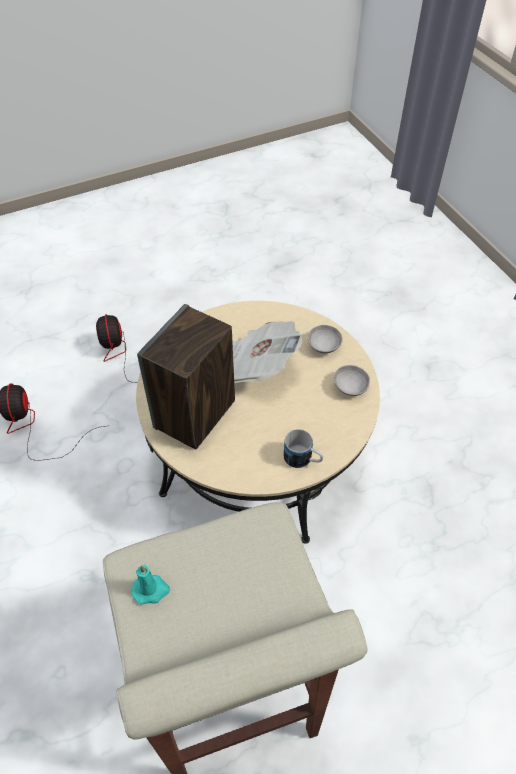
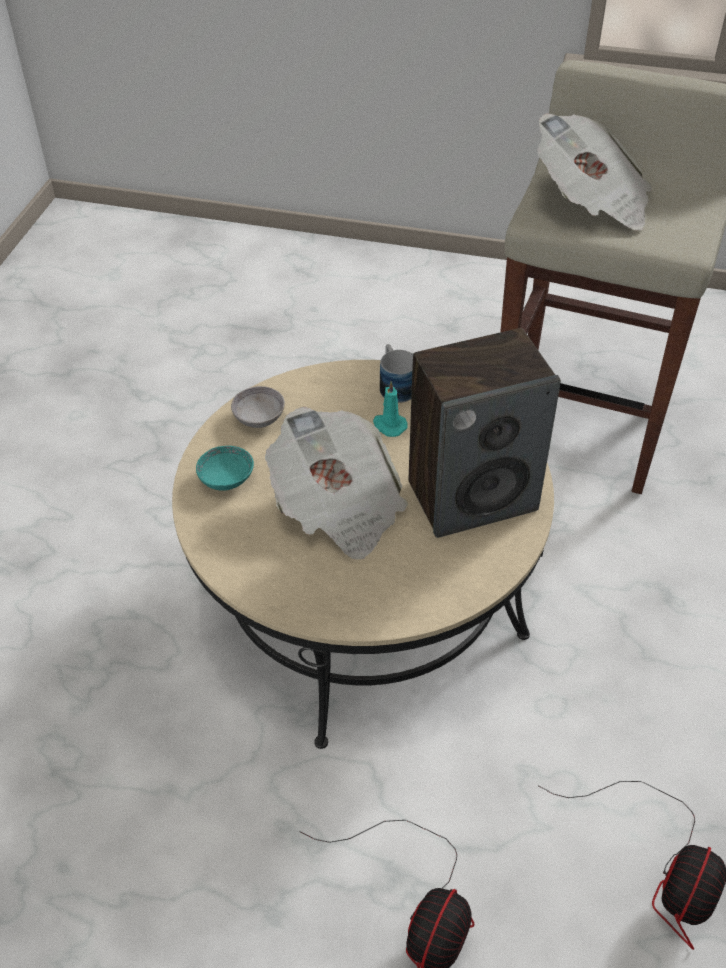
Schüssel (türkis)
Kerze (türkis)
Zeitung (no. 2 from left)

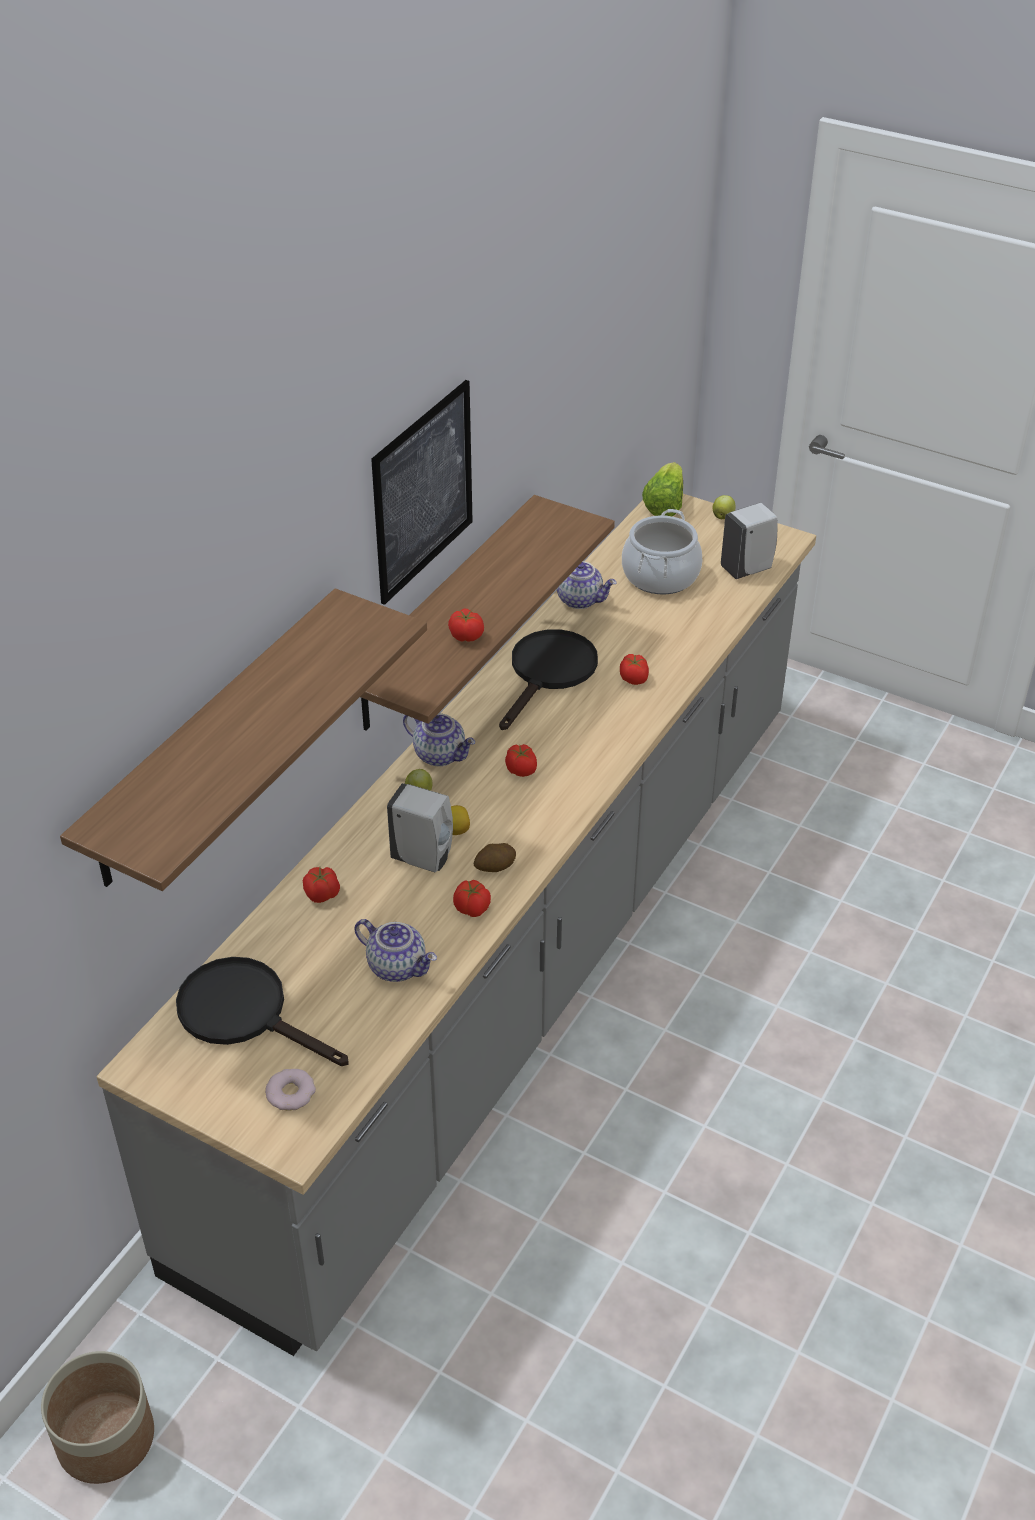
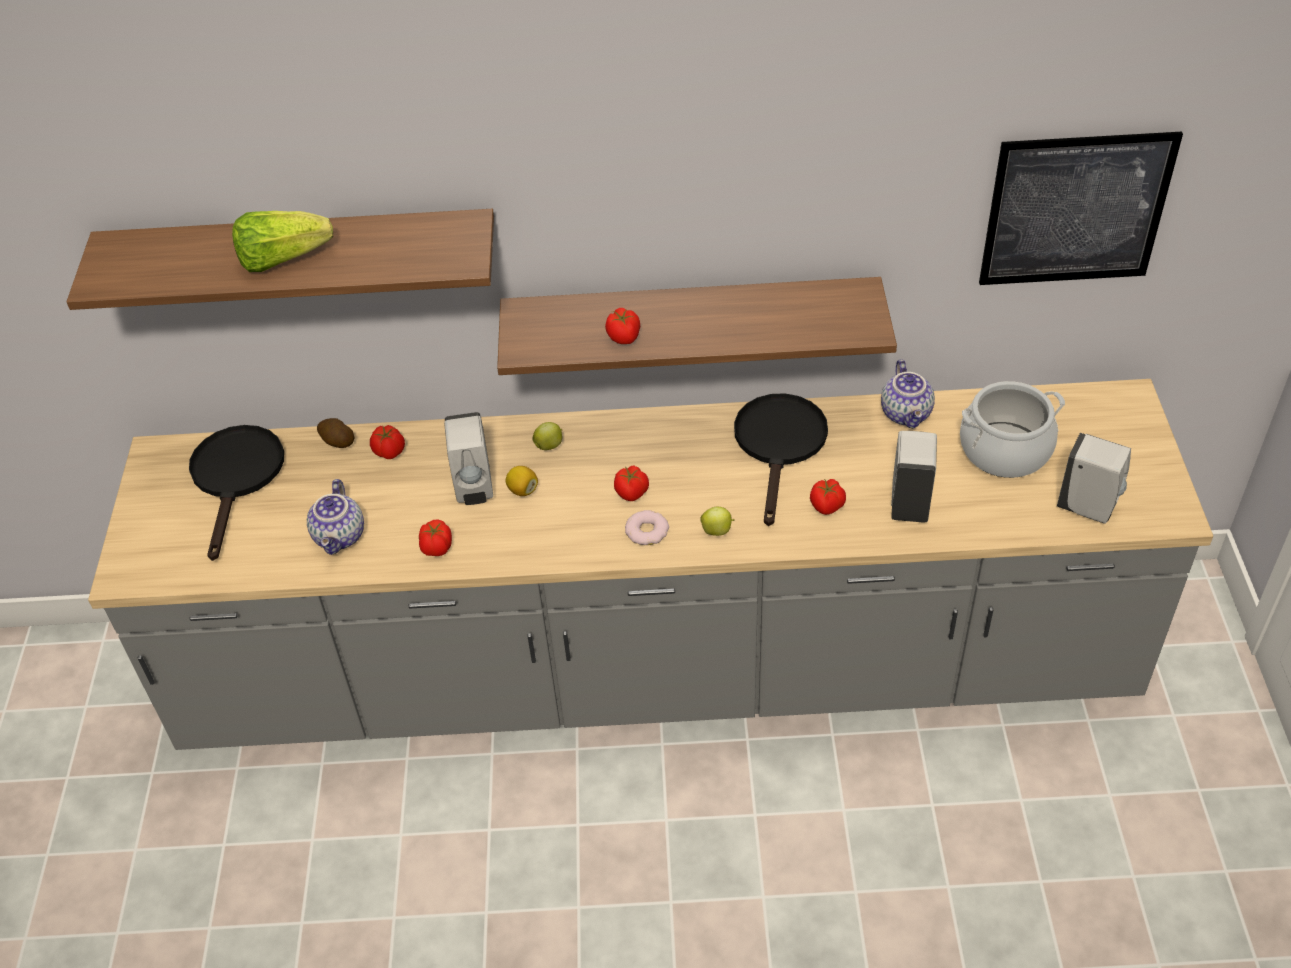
Bild
Salatkopf
Apfel (no. 2 from left)
Pfanne (schwarz) (no. 2 from left)
Teekanne (no. 2 from left in the first image)
Kartoffel
Donut
Pflanzkübel
Seifenspender (weiß) (no. 2 from left)

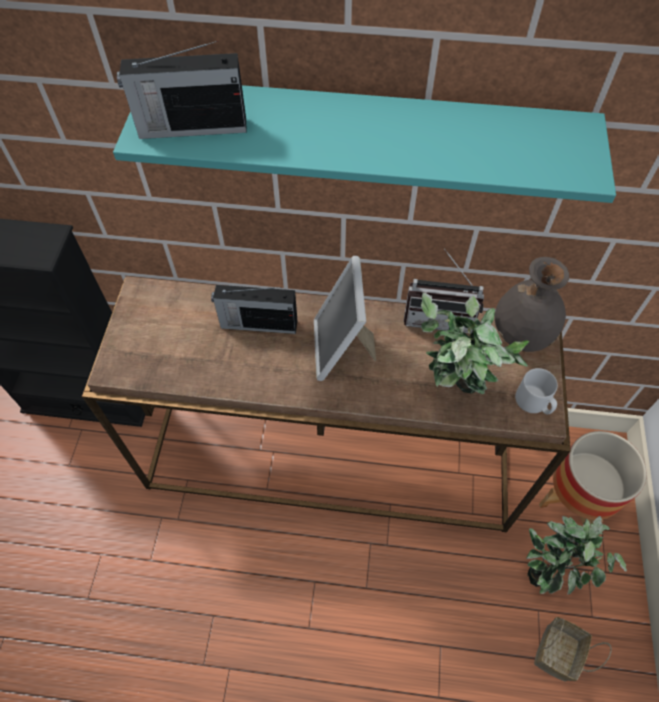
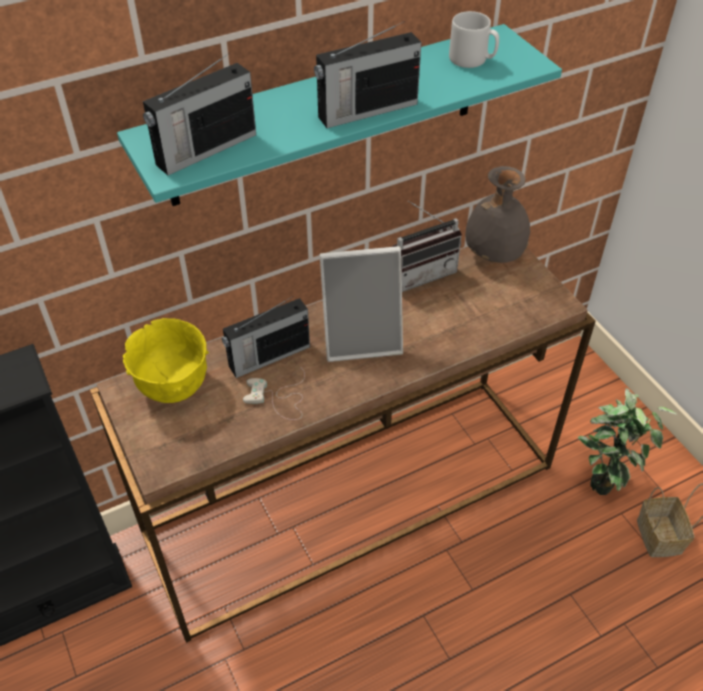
Bilderrahmen
Topfpflanze (no. 1 from left in the first image)
Henkelbecher (grau)
Pflanzkübel
Radio (no. 3 from left)
Schüssel (gelb)
Gamepad (weiß)

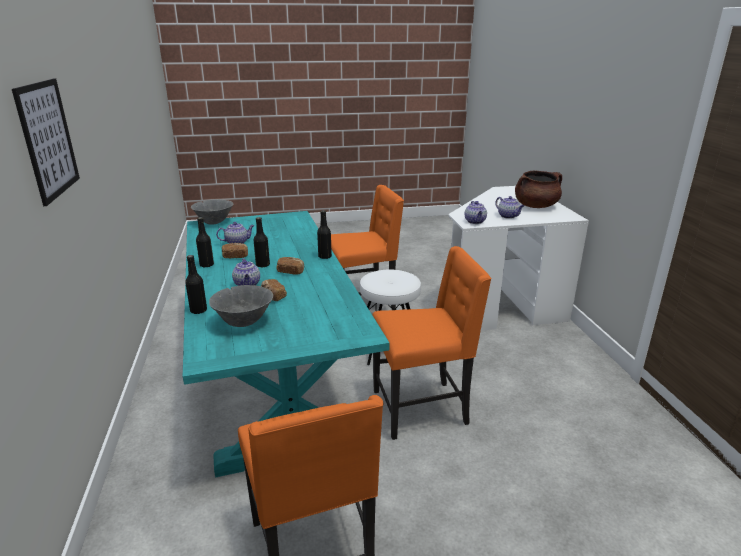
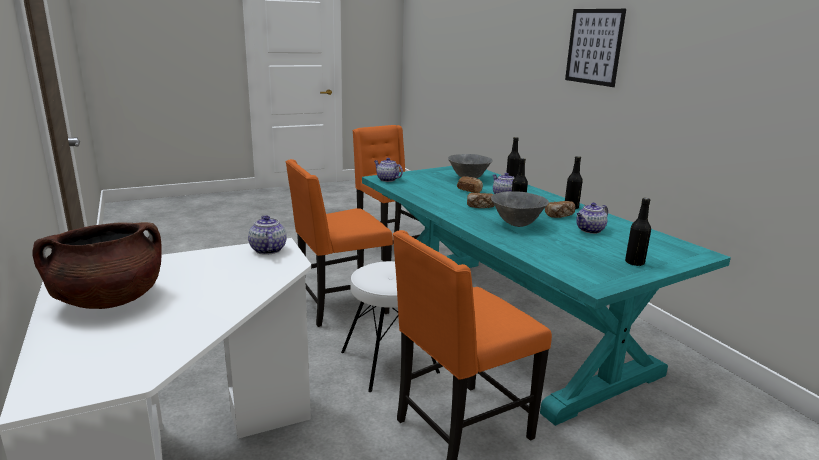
Teekanne (no. 2 from left)
Schüssel (grau) (no. 2 from left)
Flasche (schwarz) (no. 4 from left)

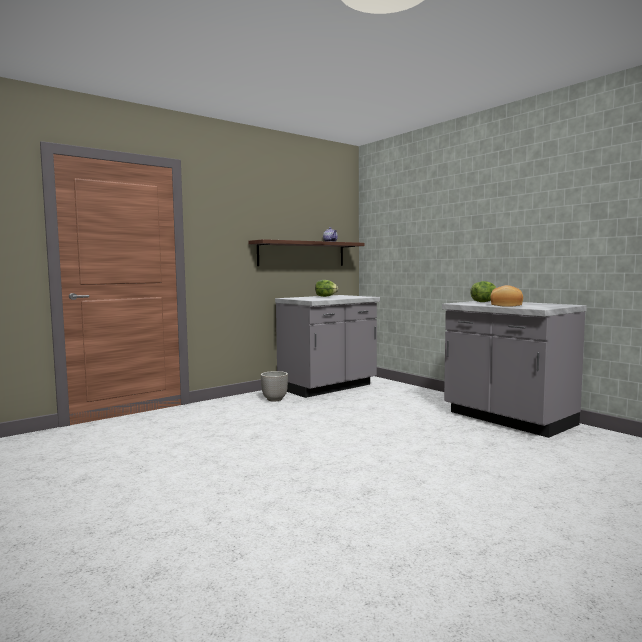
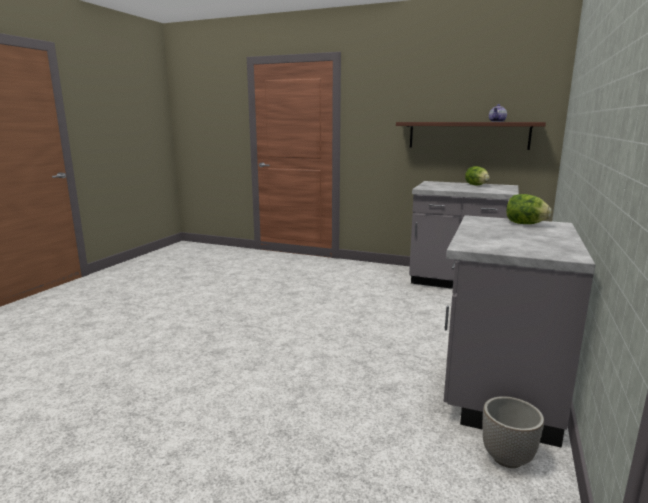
Brot
Pflanzkübel

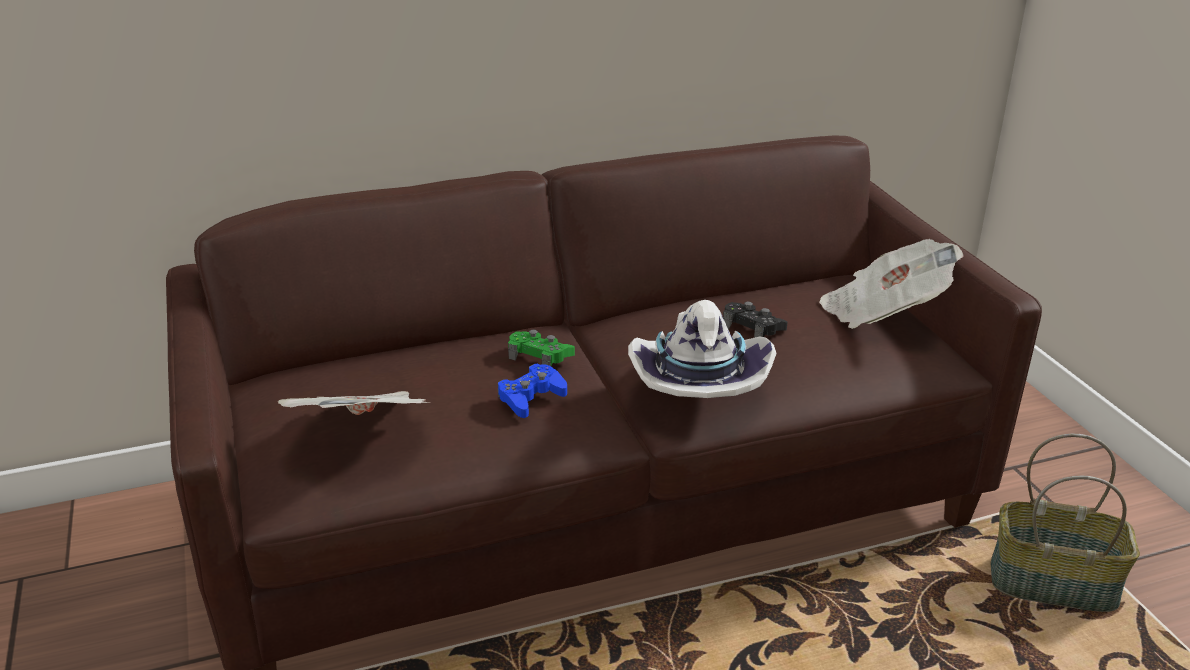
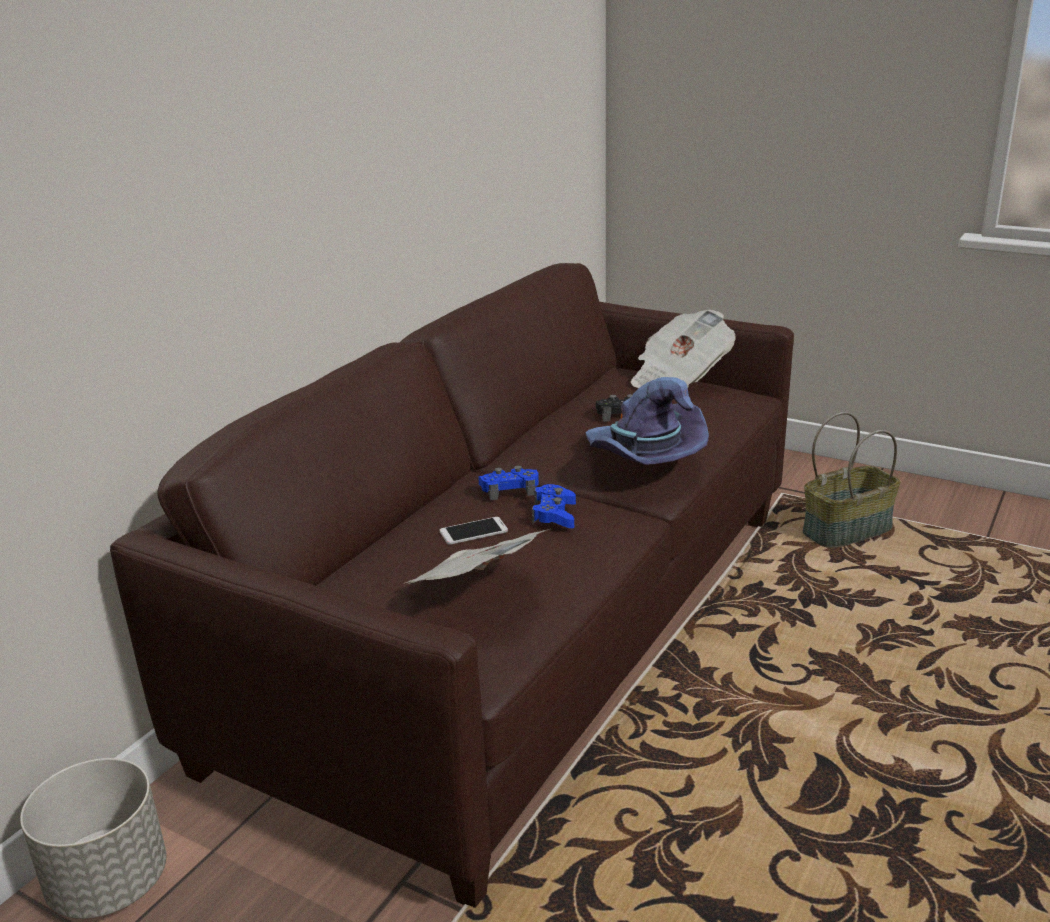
Hut (lila)
Gamepad (blau) (no. 1 from left)
Handy
Pflanzkübel (grau)

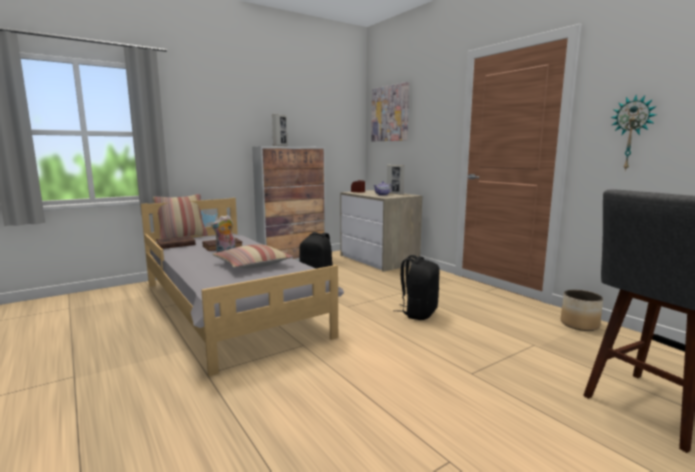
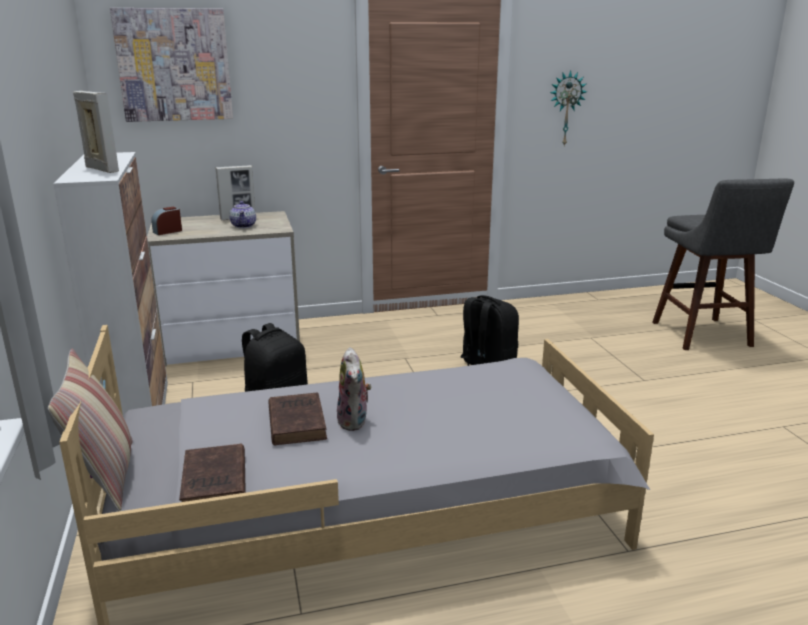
Kissen (no. 2 from left in the first image)
Pflanzkübel

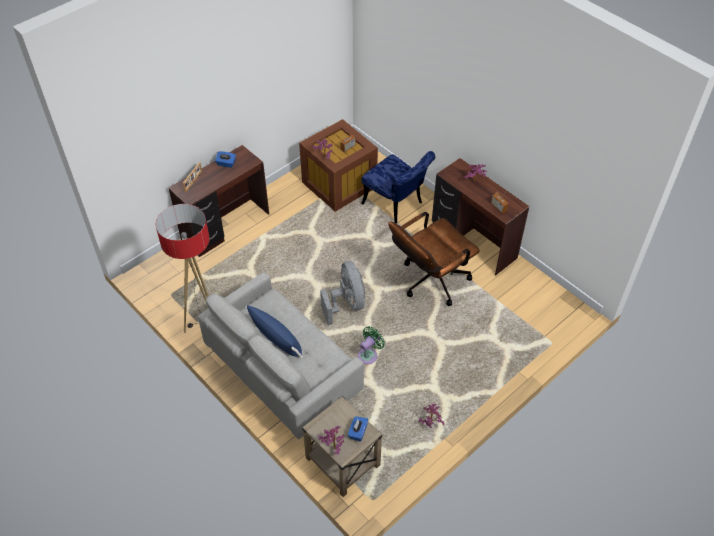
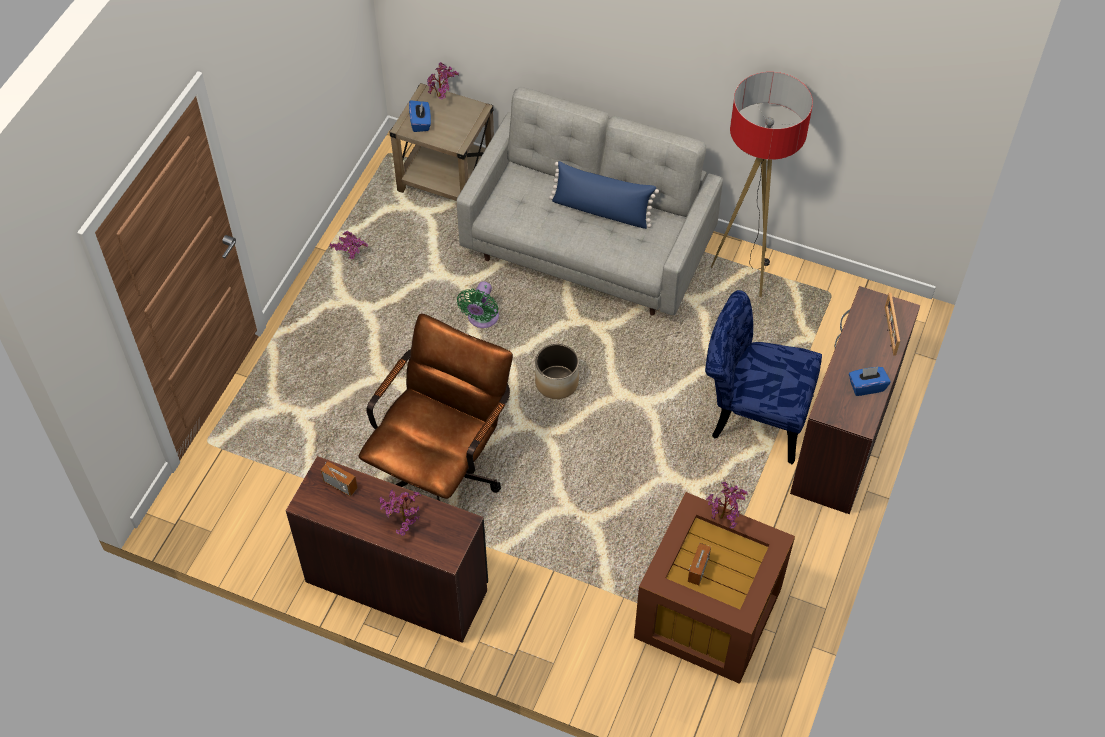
Stuhl (blau)
Pflanzkübel

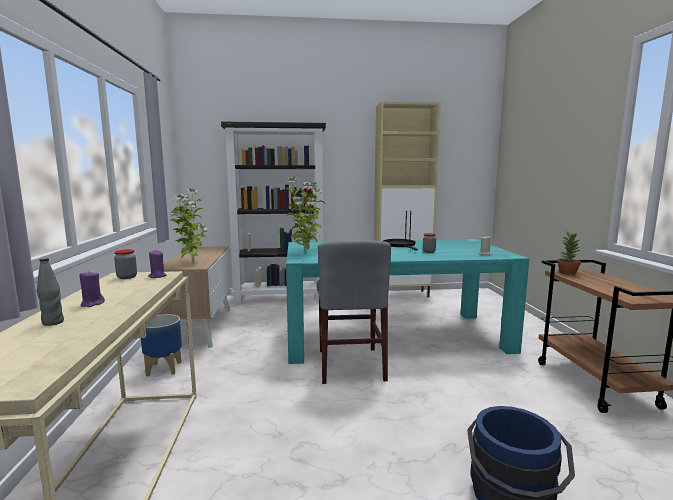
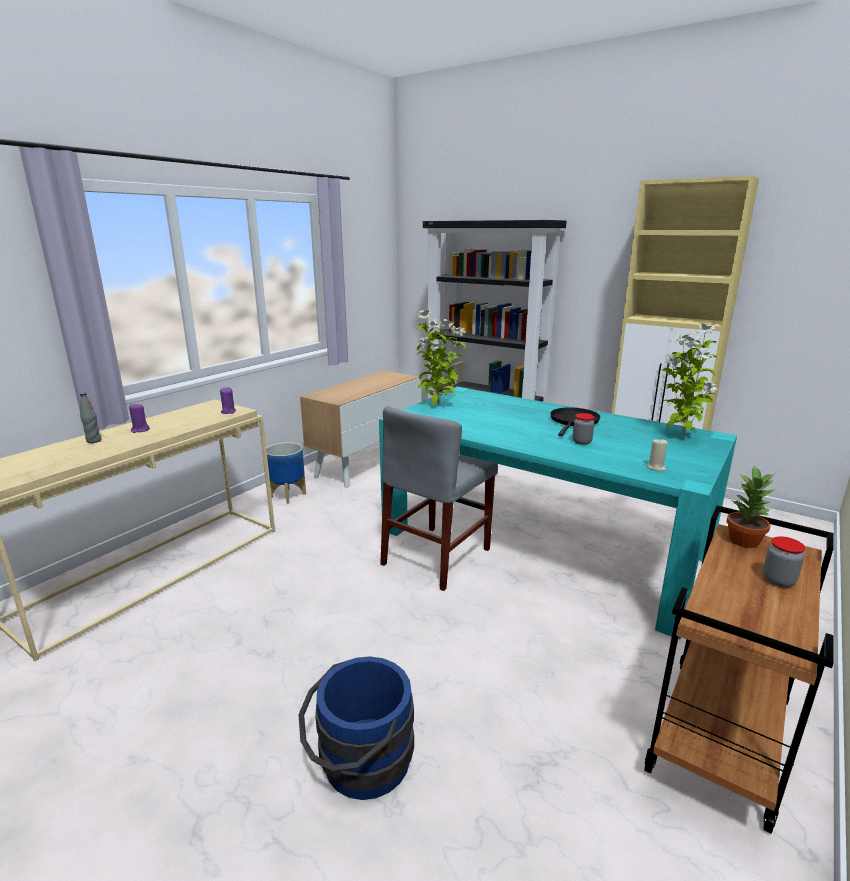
Topfpflanze (no. 2 from left)
Vorratsglas (no. 2 from left)

